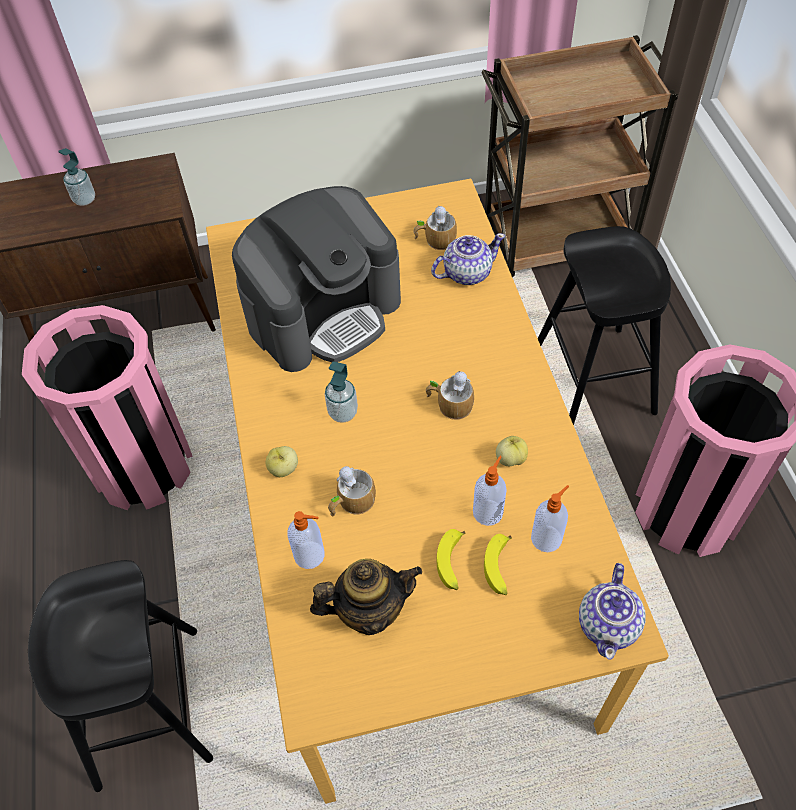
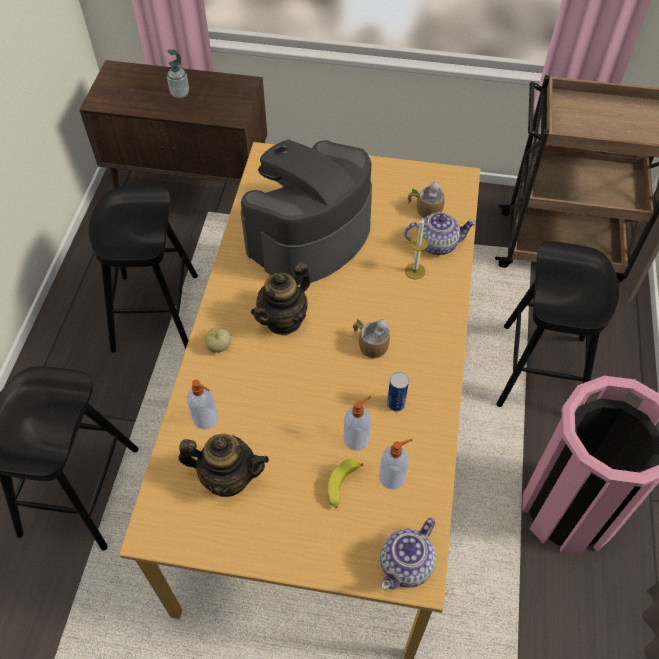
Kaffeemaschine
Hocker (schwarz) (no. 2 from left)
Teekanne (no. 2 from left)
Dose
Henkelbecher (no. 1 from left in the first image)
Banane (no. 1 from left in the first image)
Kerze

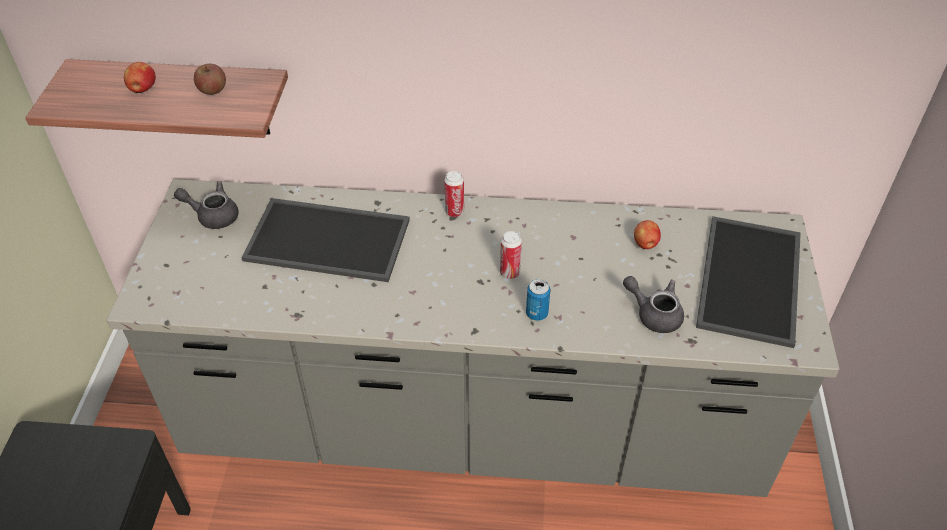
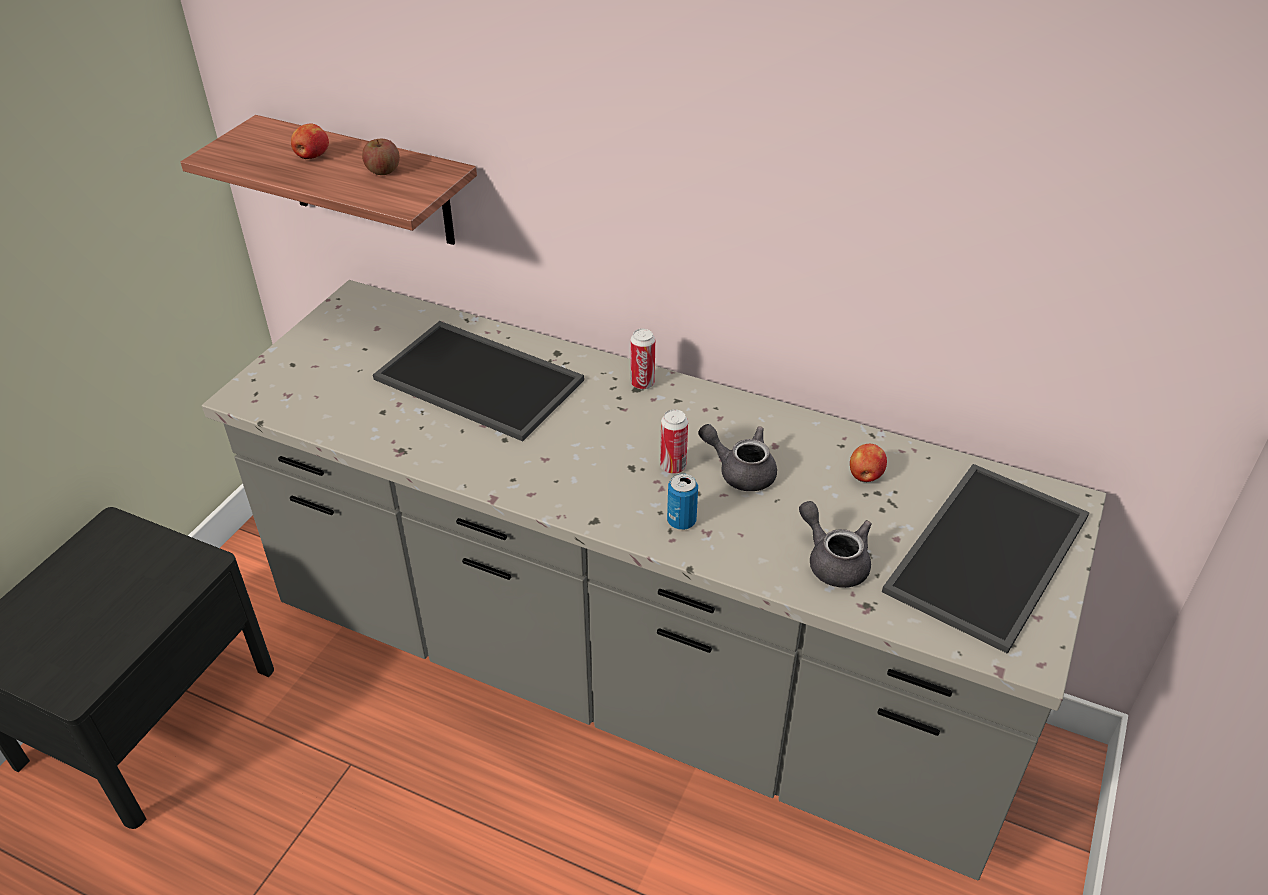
Teekanne (grau) (no. 1 from left)

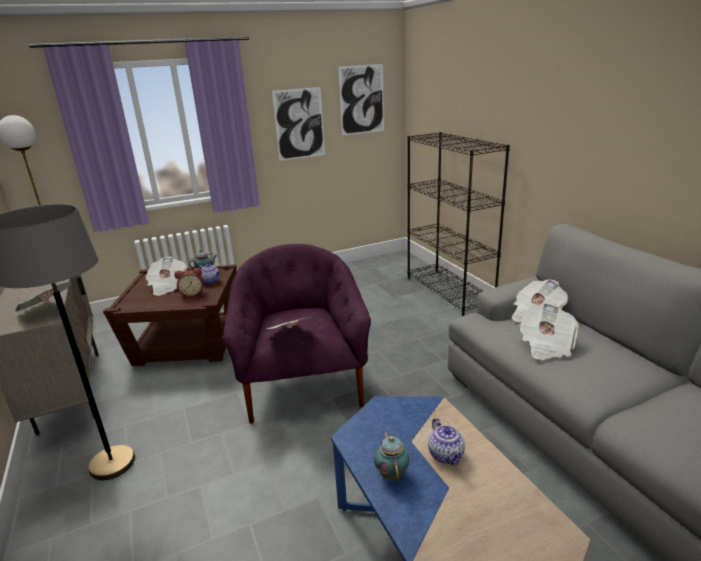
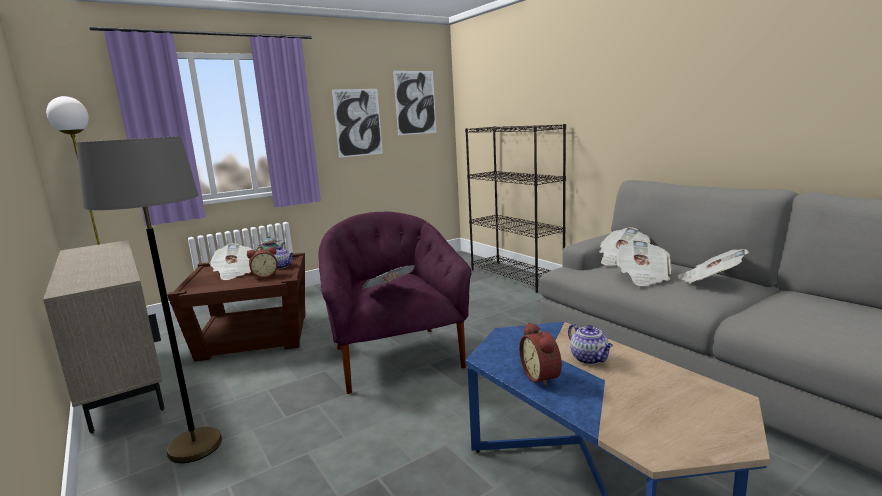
Zeitung (no. 5 from left)
Wecker (no. 2 from left)

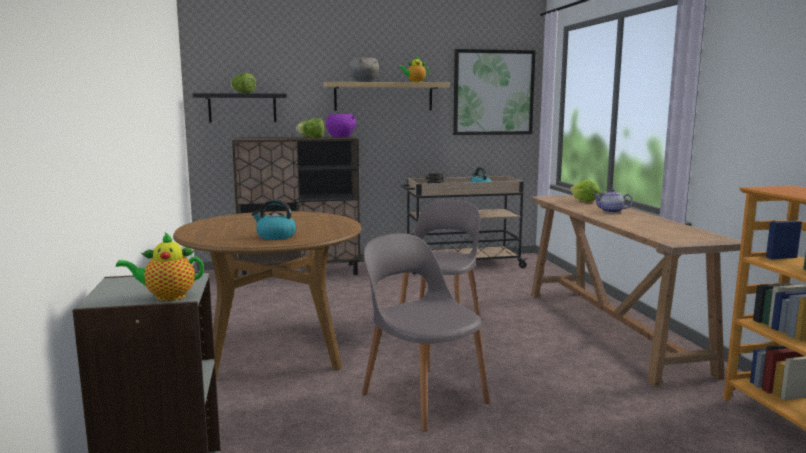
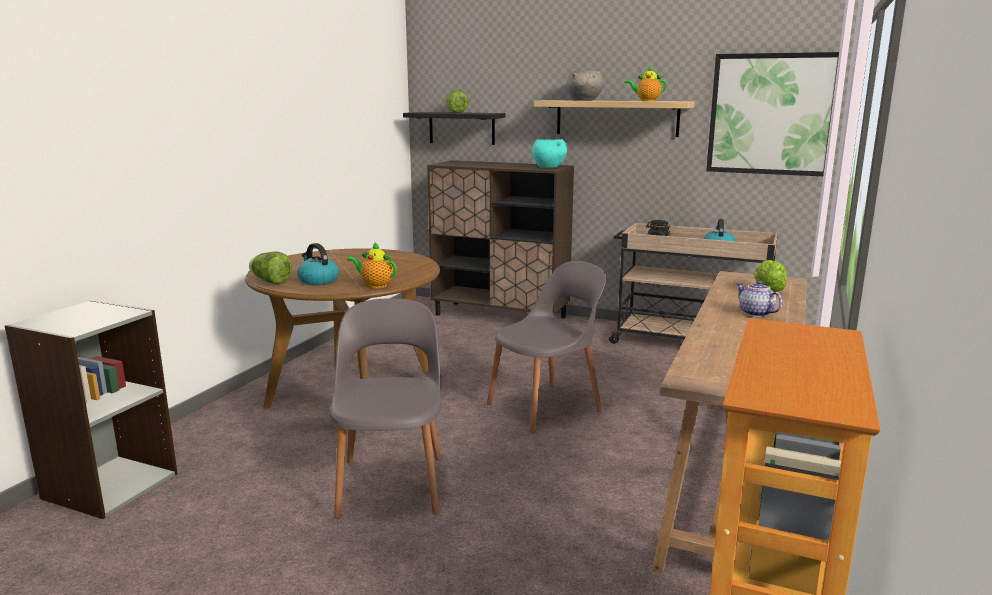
Schüssel (türkis)
Salatkopf (no. 1 from left)
Teekanne (no. 1 from left)

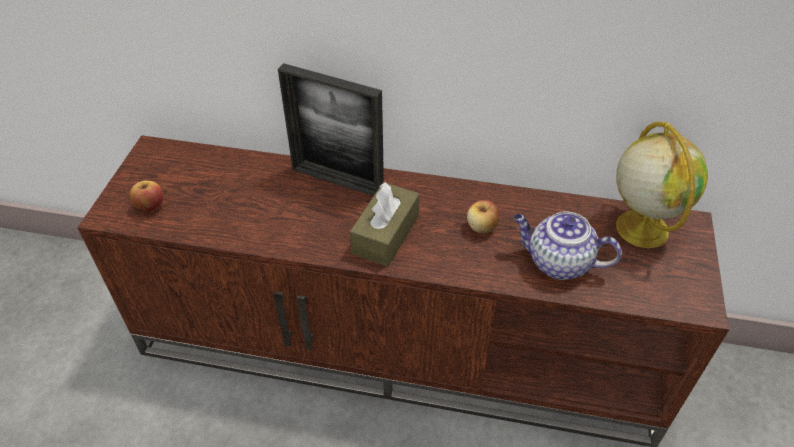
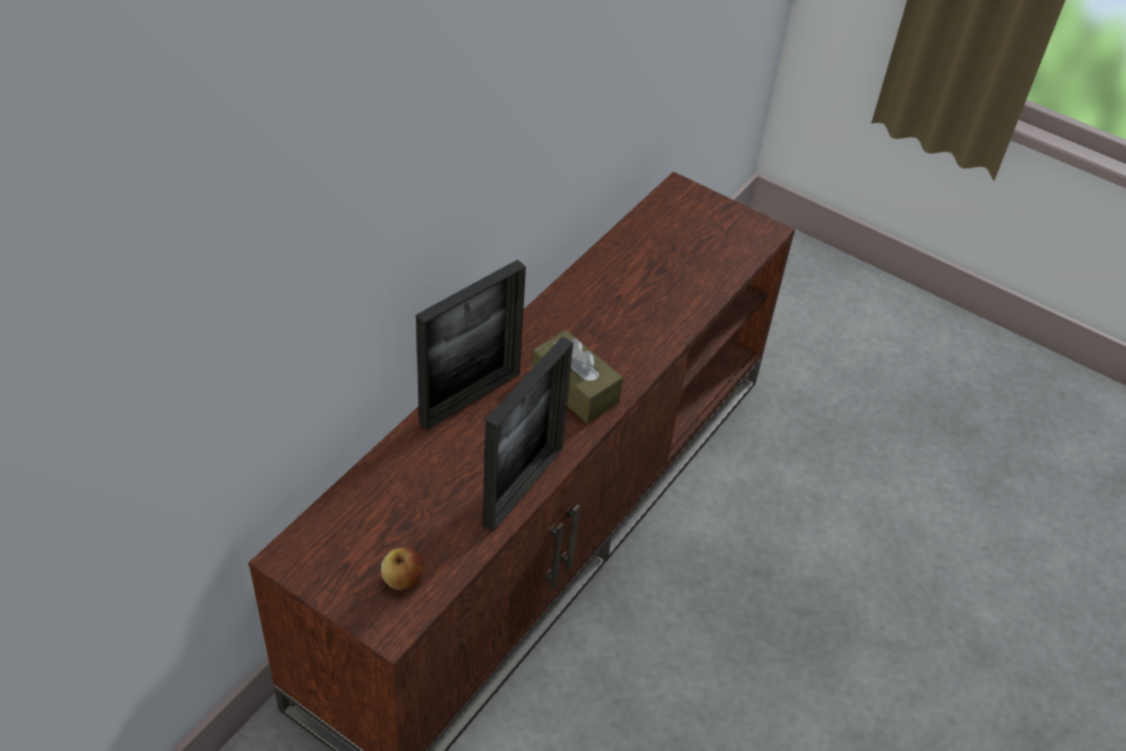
Globus
Apfel (no. 2 from left in the first image)
Teekanne
Bilderrahmen (no. 2 from left)

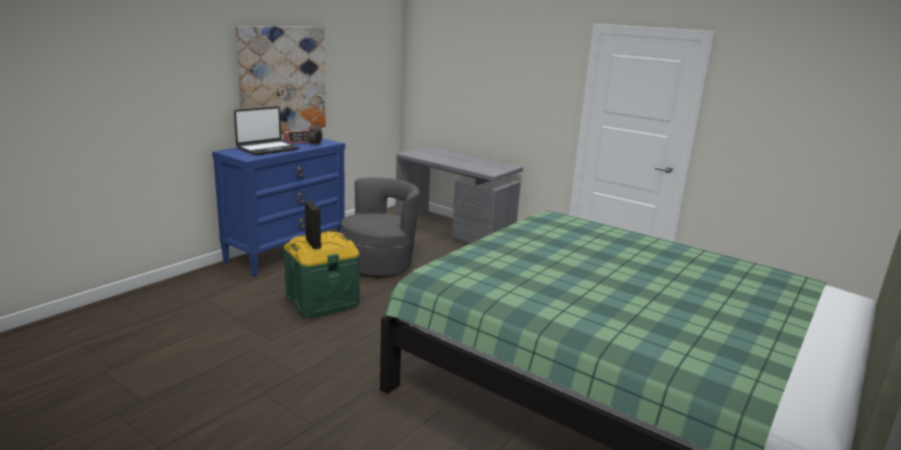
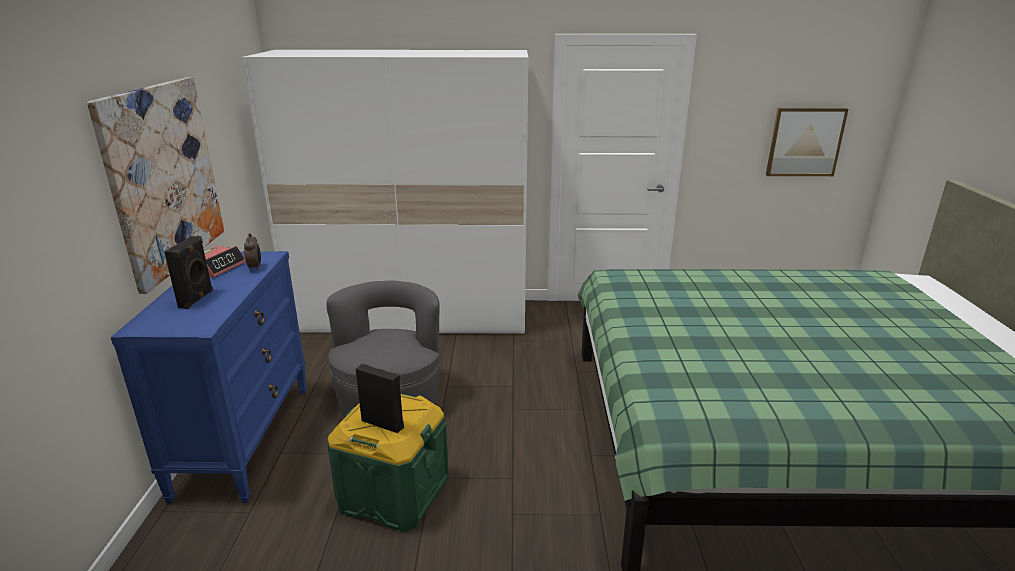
Lautsprecher (schwarz) (no. 1 from left)
Kleiderschrank (weiß)
Bild (no. 2 from left)

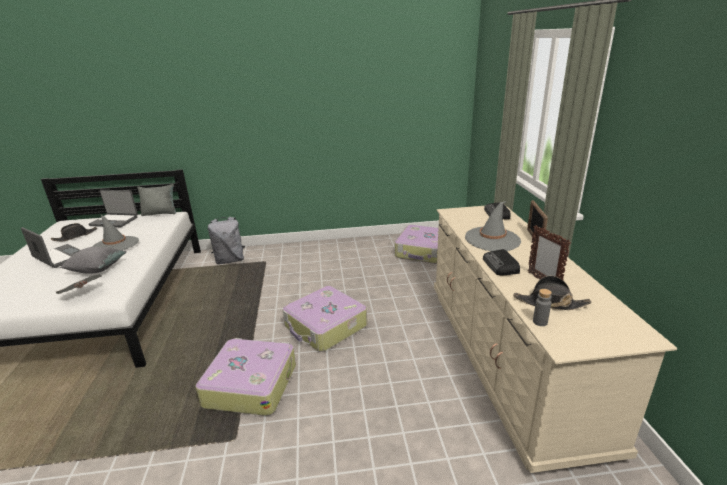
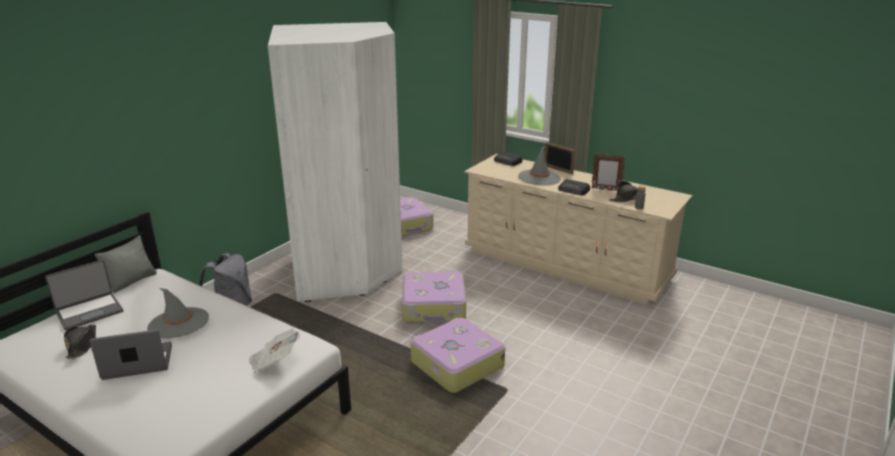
Kissen (grau) (no. 1 from left in the first image)
Kleiderschrank (weiß)

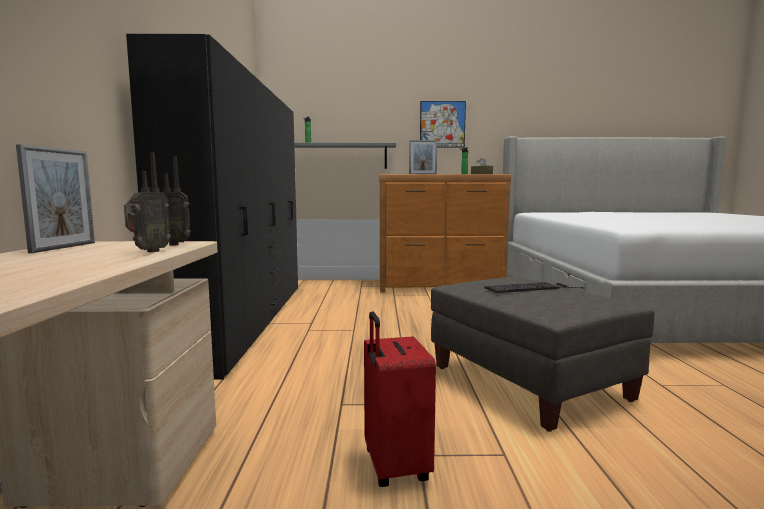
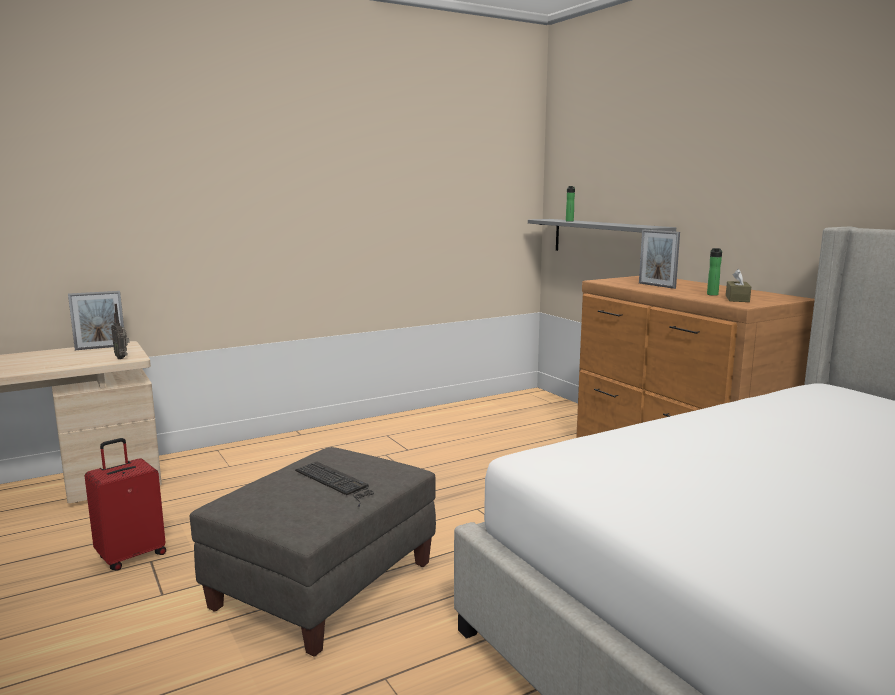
Kleiderschrank (schwarz)
Bild
Radio (no. 1 from left in the first image)

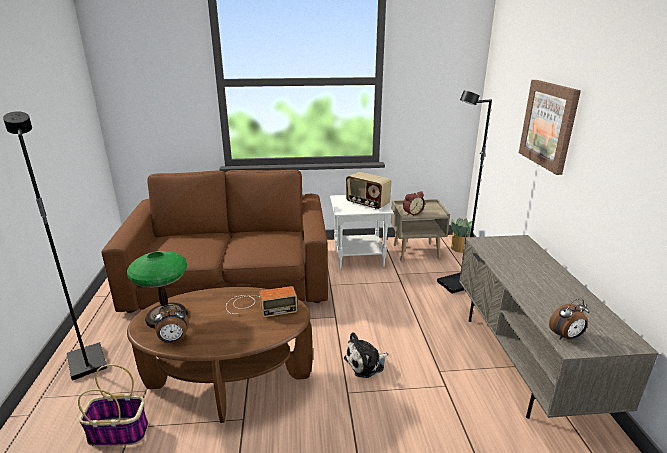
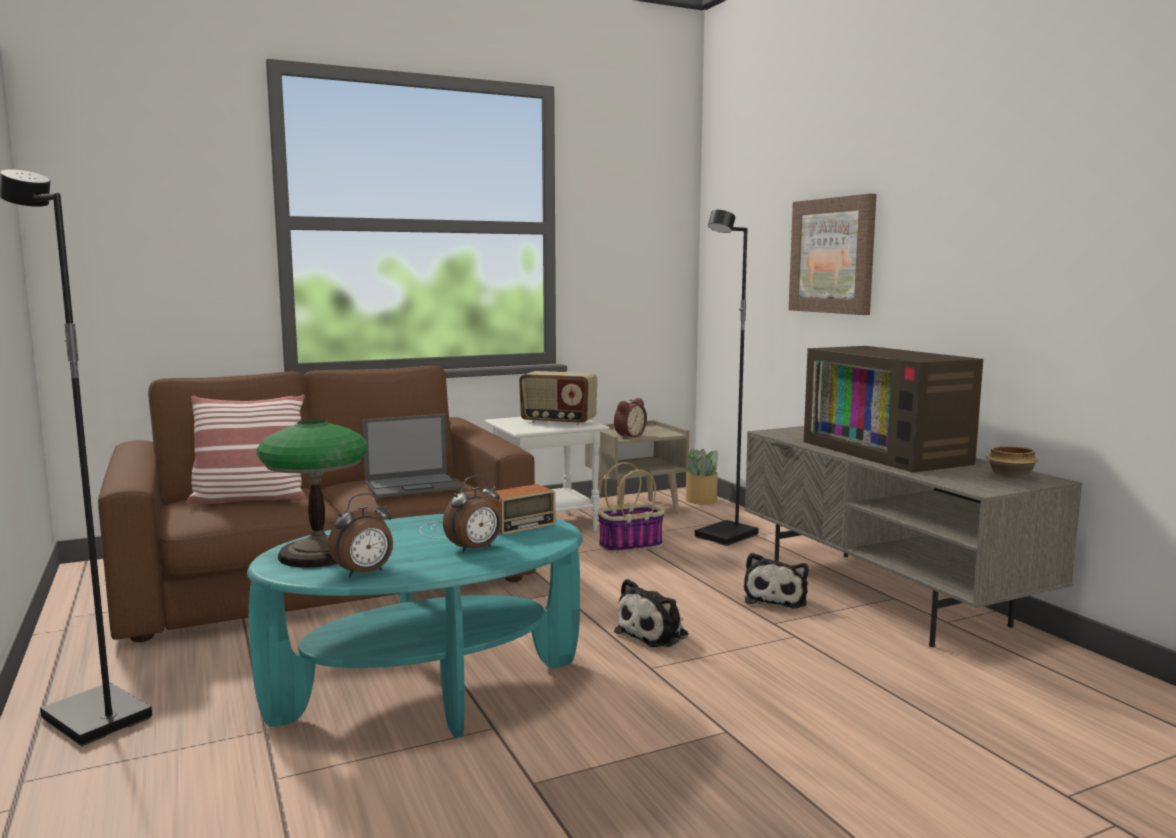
Couchtisch (türkis)
Wecker (no. 2 from left)
Korb
Fernseher
Kissen
Laptop
Schüssel
Plüschtier (no. 2 from left)

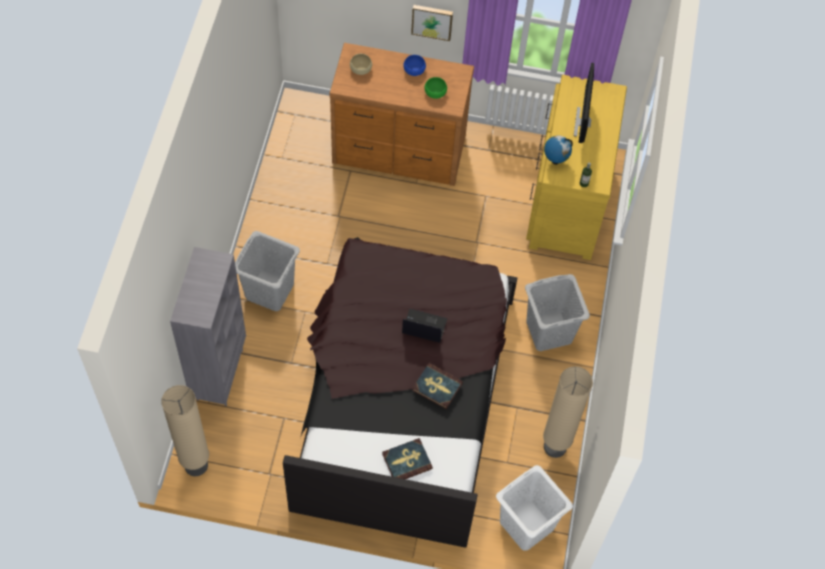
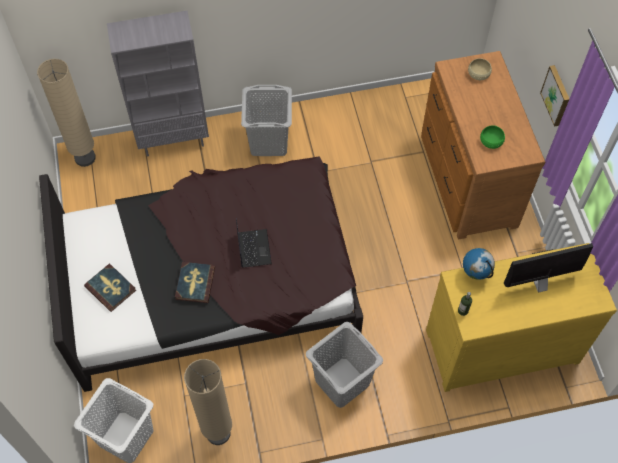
Schüssel (blau)

